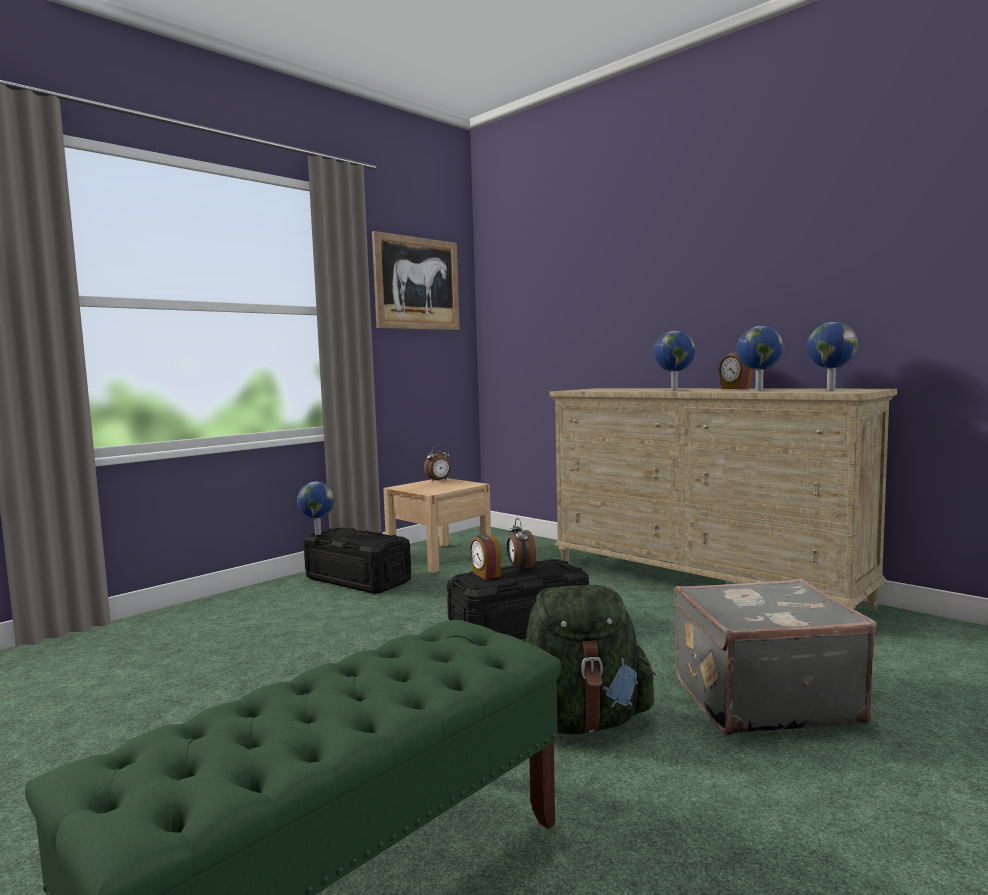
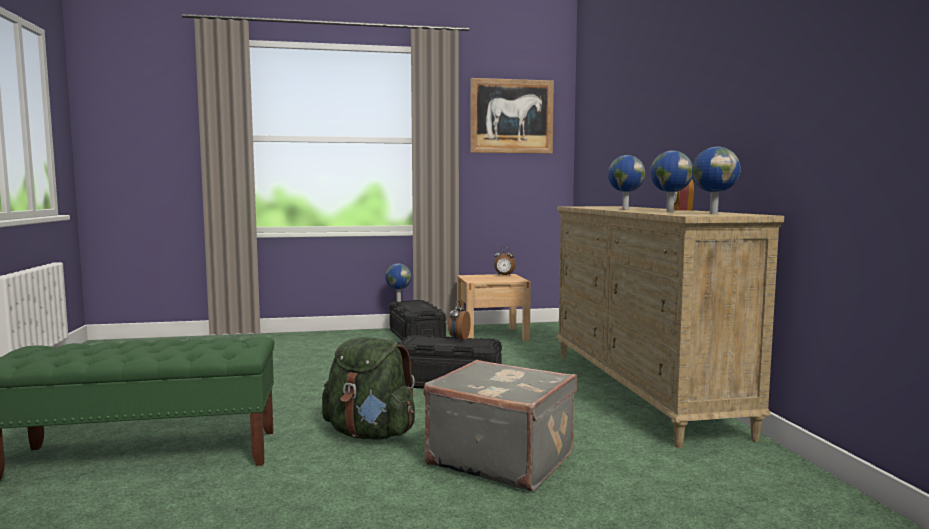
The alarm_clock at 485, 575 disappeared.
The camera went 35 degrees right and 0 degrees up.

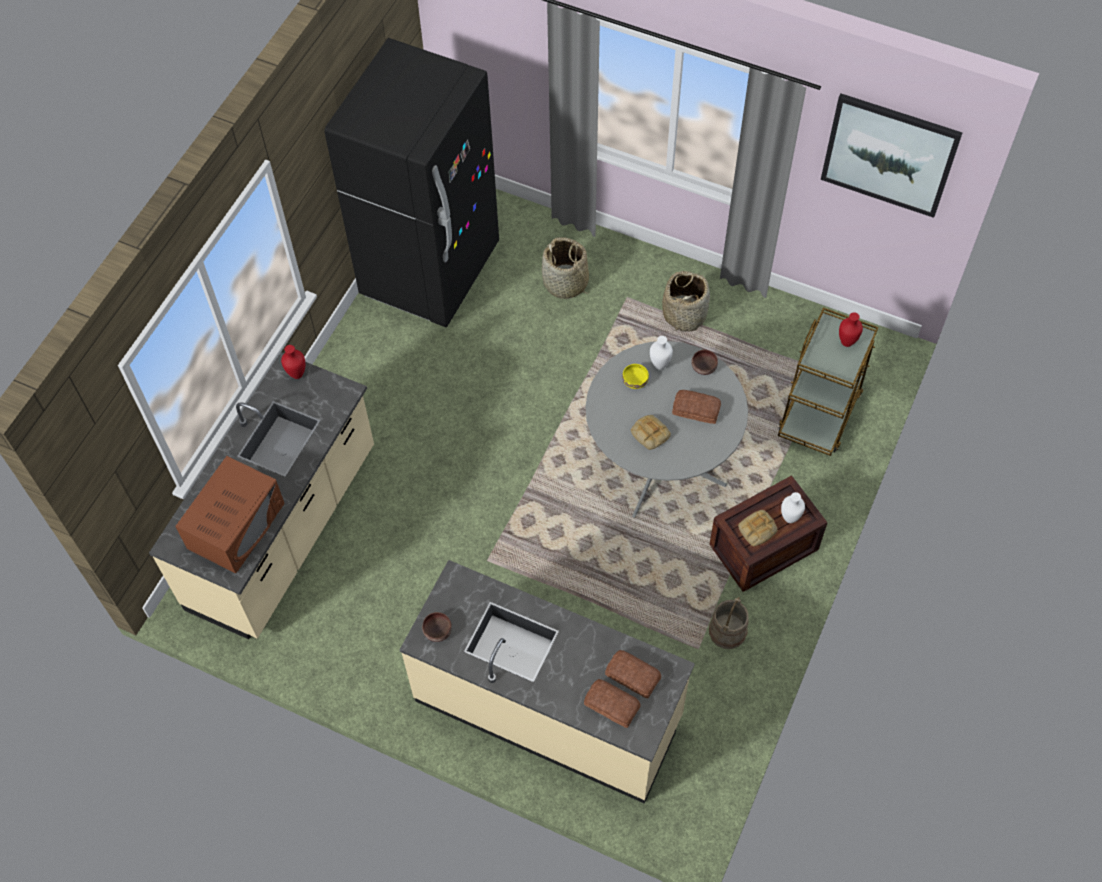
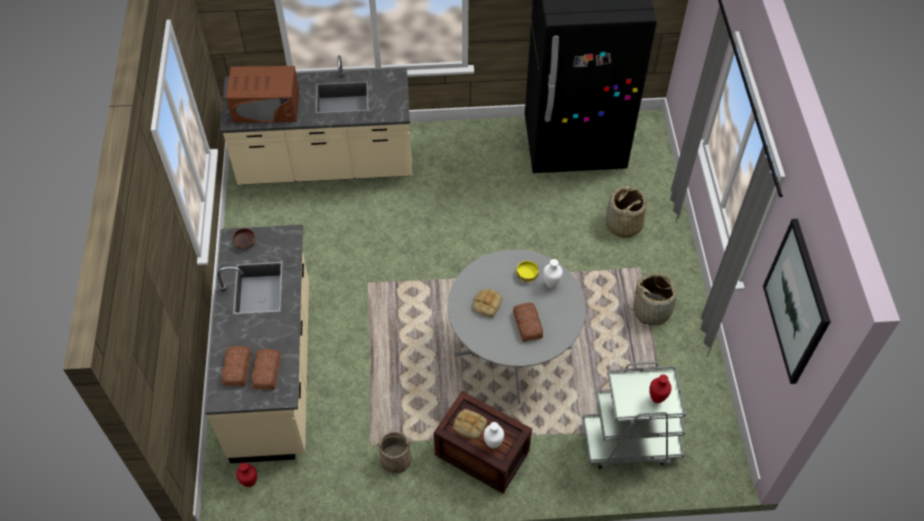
The red_vase moved from 298, 374 to 250, 483.
The brown_cart at 819, 411 became the grey_cart at 630, 442.
The brown_bowl at 704, 366 disappeared.
The camera went 60 degrees right and 5 degrees down.

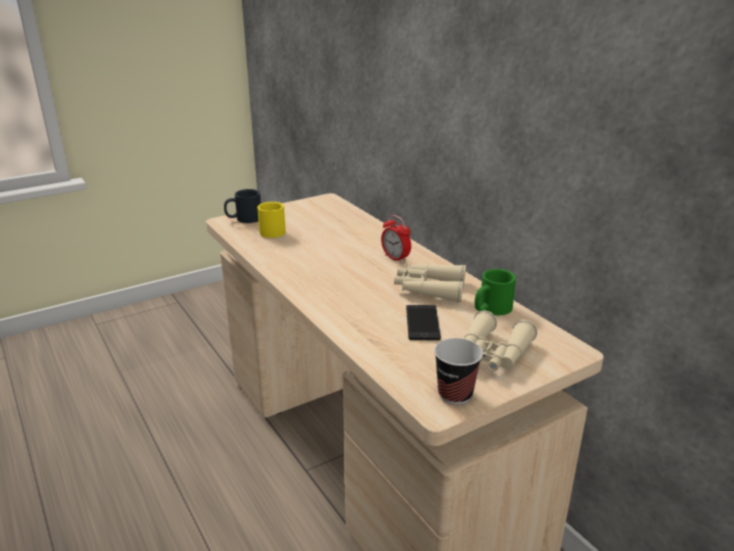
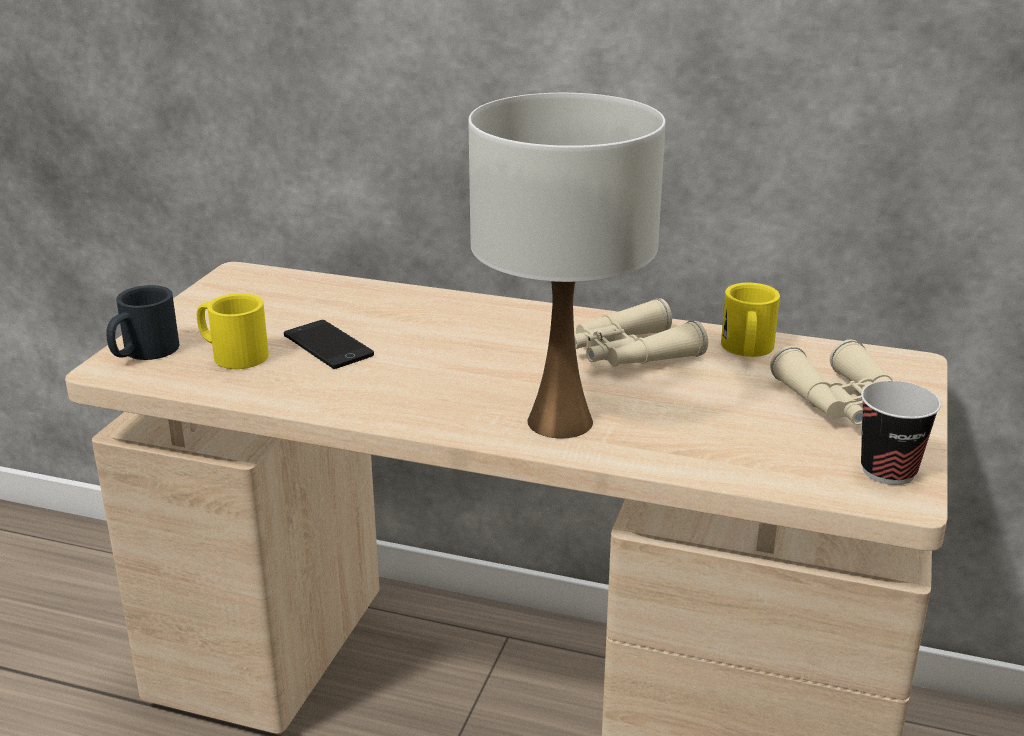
The phone moved from 422, 323 to 328, 345.
The white_table_lamp at 559, 421 appeared.
The green_mug at 490, 309 became the yellow_mug at 747, 350.
The alarm_clock at 395, 258 disappeared.
The camera went 40 degrees left and 0 degrees up.

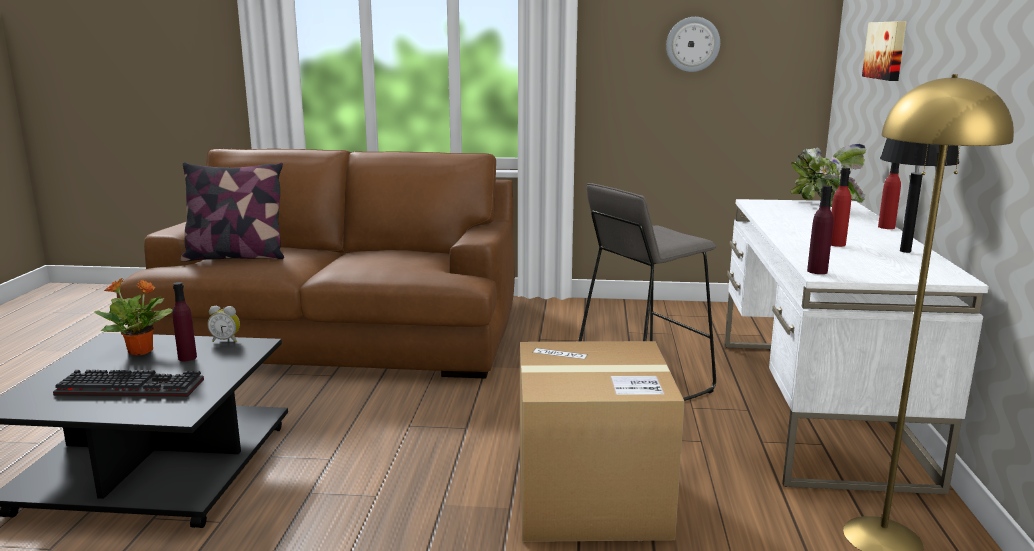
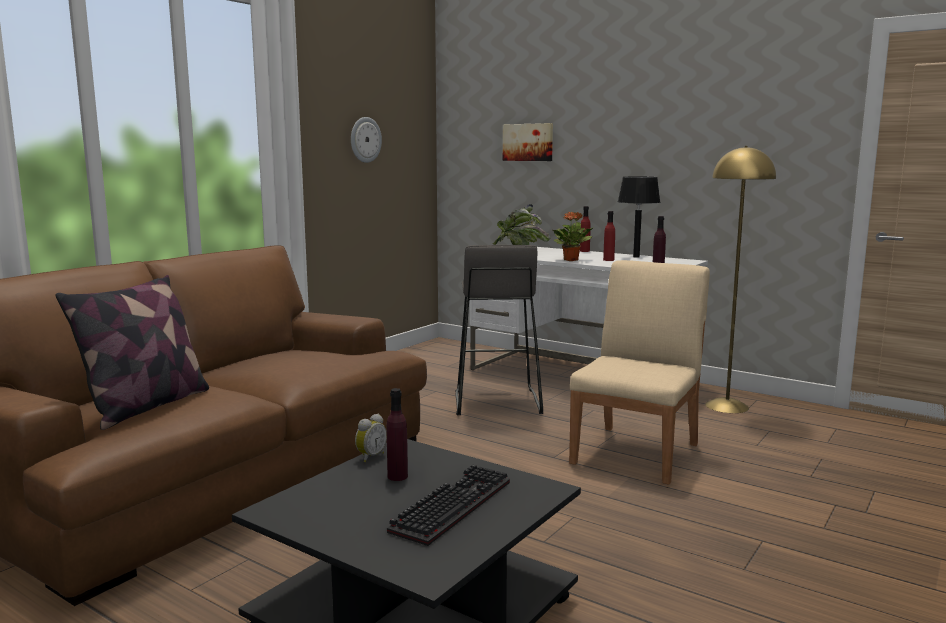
The potted_plant moved from 141, 351 to 571, 260.
The cardboard_box at 590, 498 was replaced by the beige_chair at 637, 453.
The camera went 60 degrees left and 5 degrees down.

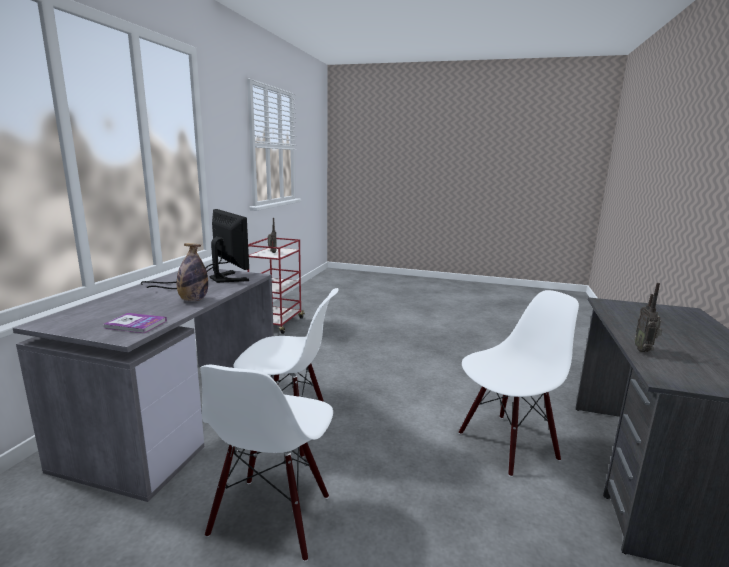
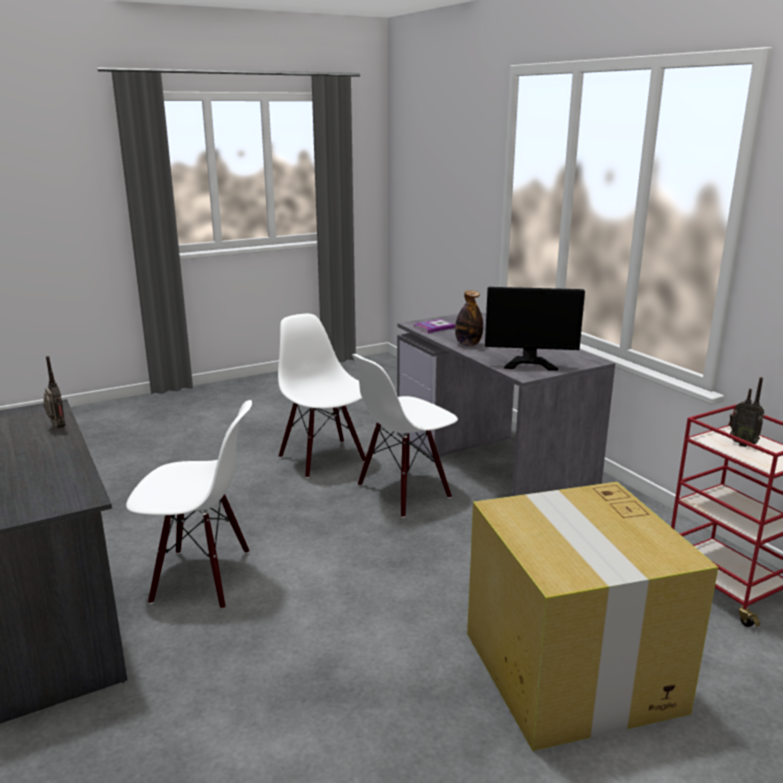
The white_chair at 507, 444 turned 105 degrees counterclockwise.
The cardboard_box at 572, 673 appeared.
The camera went 135 degrees right and 5 degrees up.

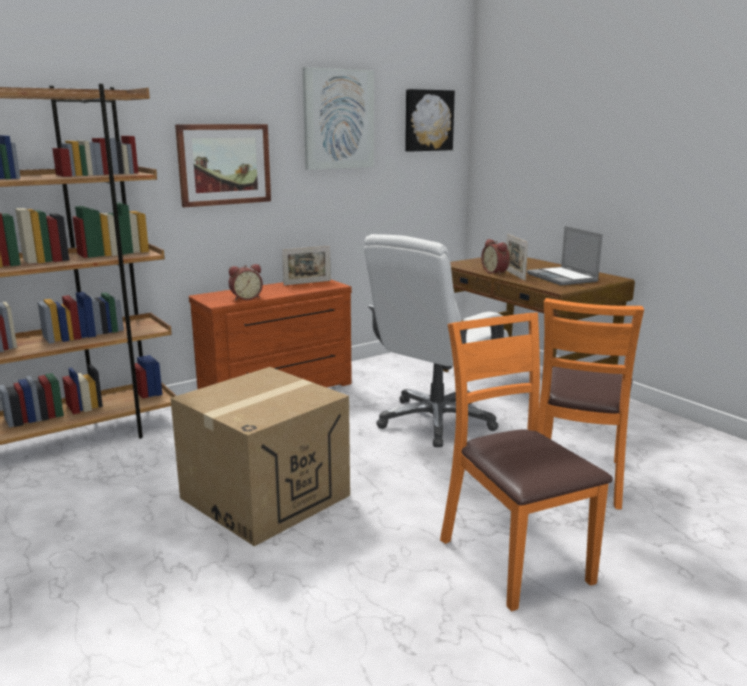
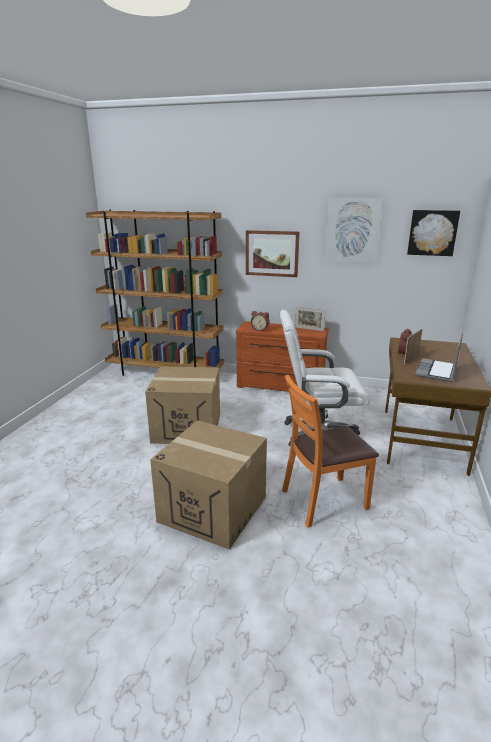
The orange_chair at 514, 559 was replaced by the cardboard_box at 213, 509.
The camera went 50 degrees right and 5 degrees up.

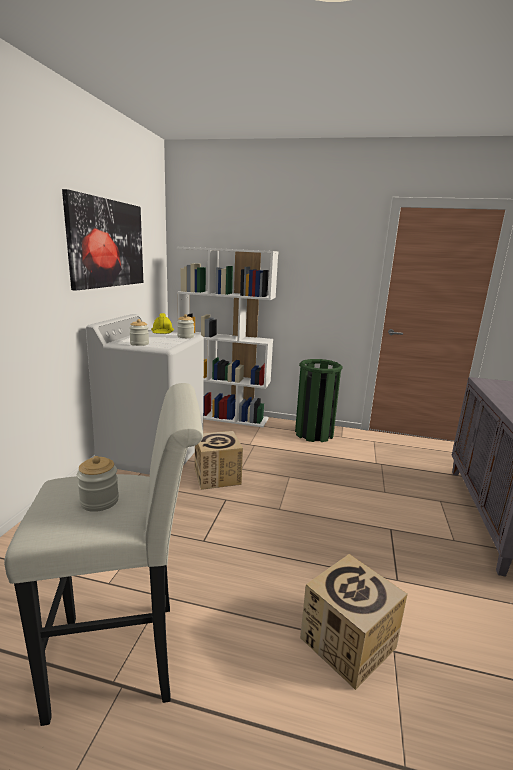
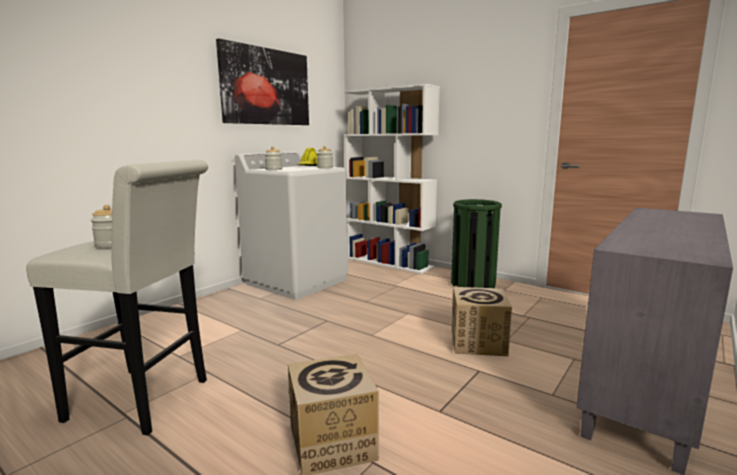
The cardboard_box moved from 217, 476 to 478, 342.
The camera went 25 degrees right and 5 degrees down.

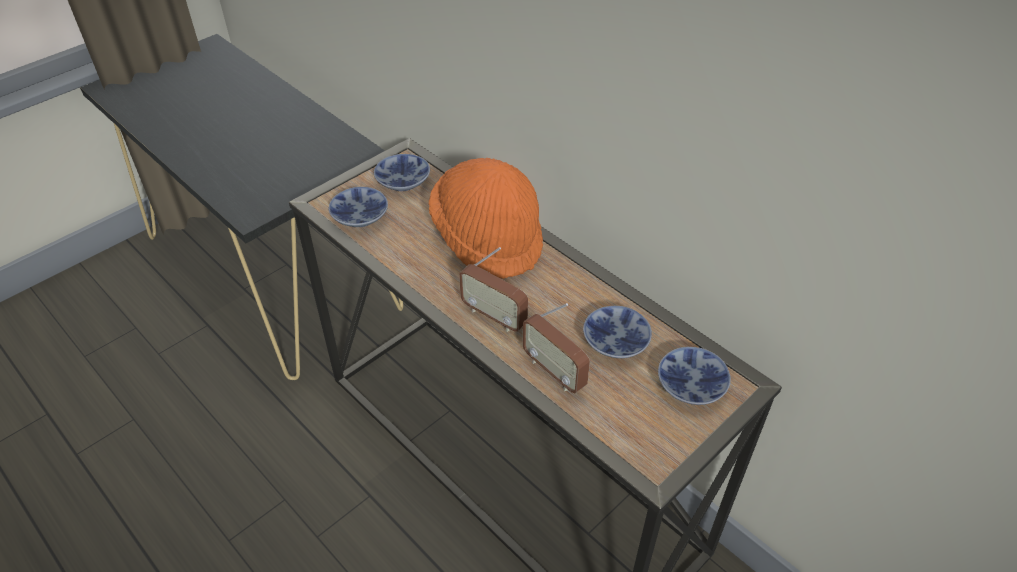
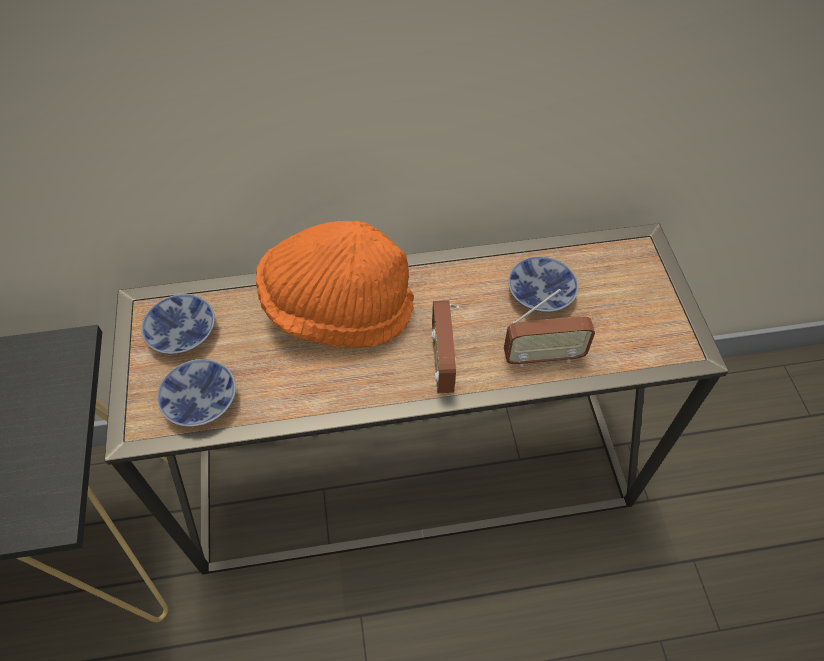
The radio at 494, 316 turned 105 degrees clockwise.
The bowl at 691, 383 disappeared.
The camera went 55 degrees left and 10 degrees up.

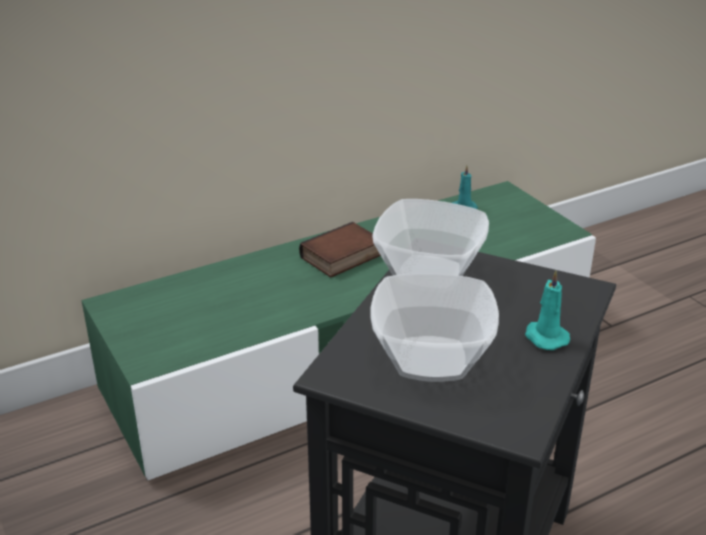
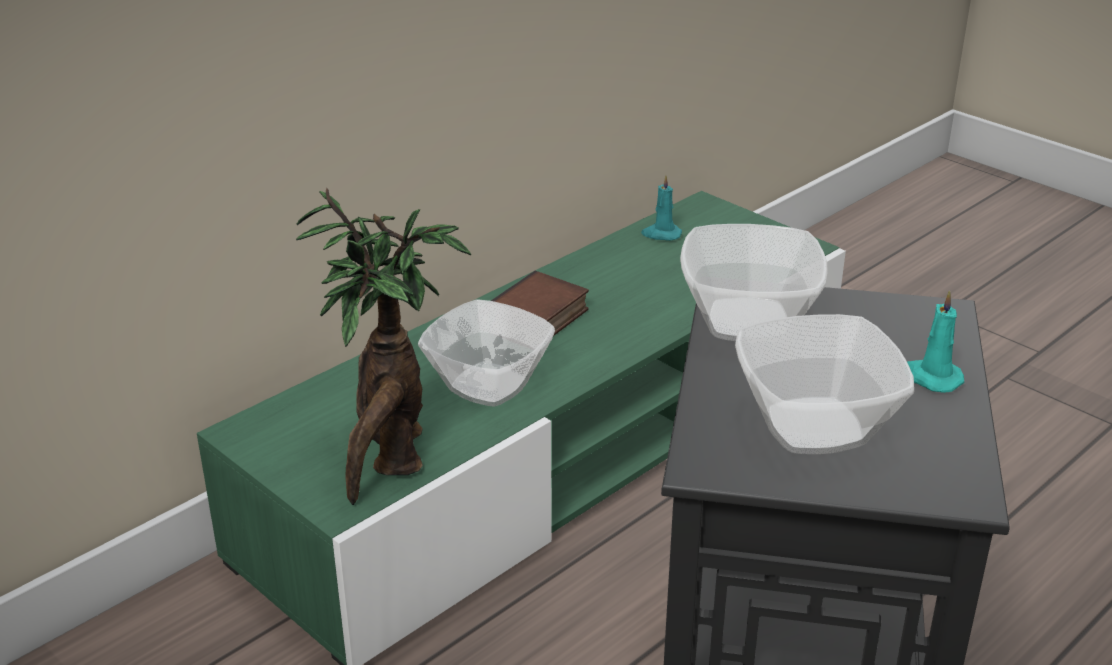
The potted_plant at 391, 460 appeared.
The bowl at 488, 384 appeared.
The camera went 15 degrees left and 0 degrees up.

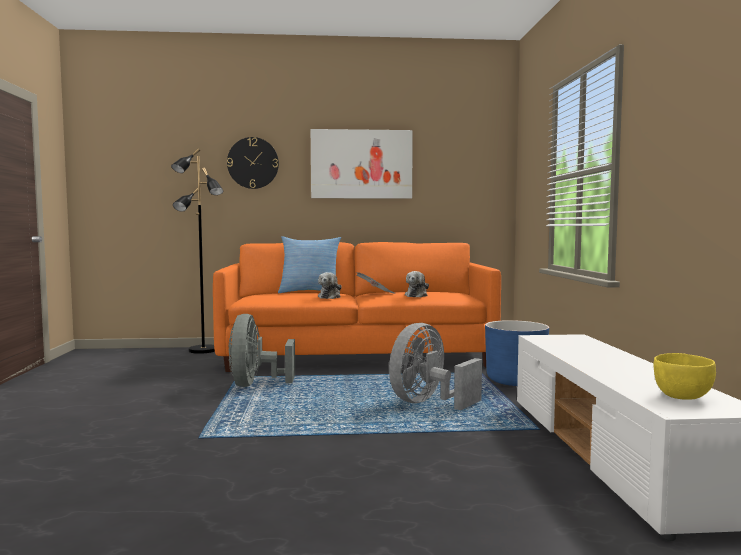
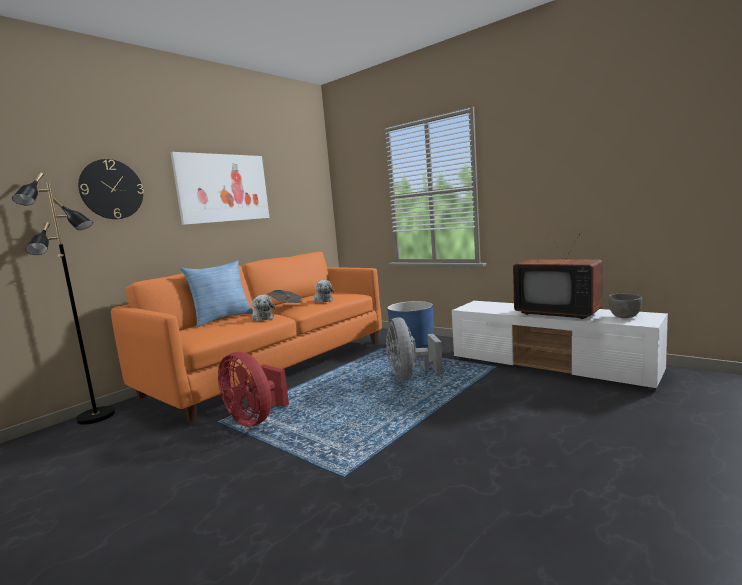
The grey_fan at 255, 384 became the red_fan at 255, 419.
The television at 558, 312 appeared.
The yellow_bowl at 682, 397 became the grey_bowl at 624, 316.
The camera went 45 degrees left and 5 degrees up.

